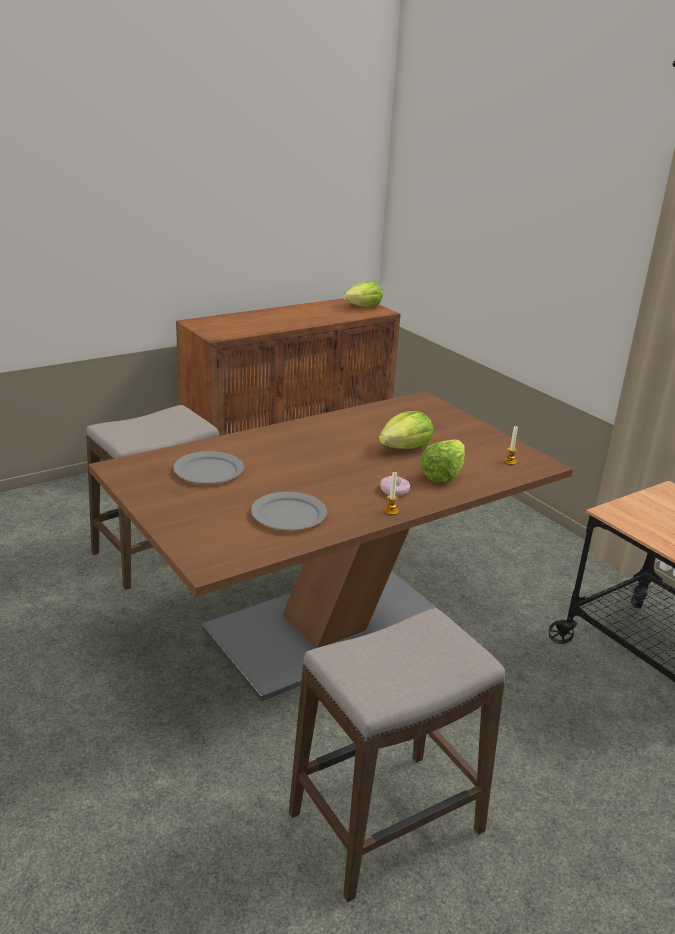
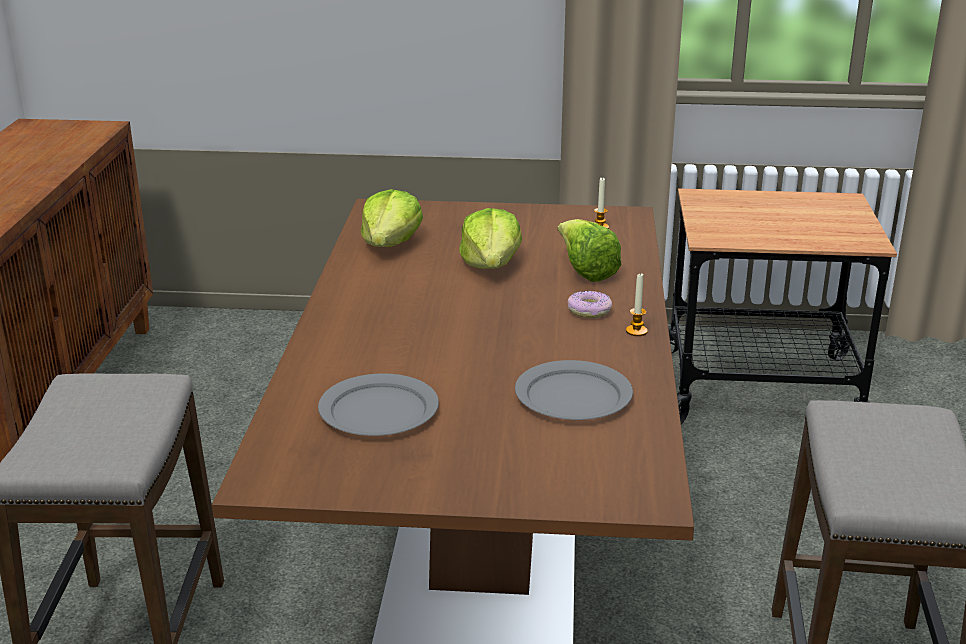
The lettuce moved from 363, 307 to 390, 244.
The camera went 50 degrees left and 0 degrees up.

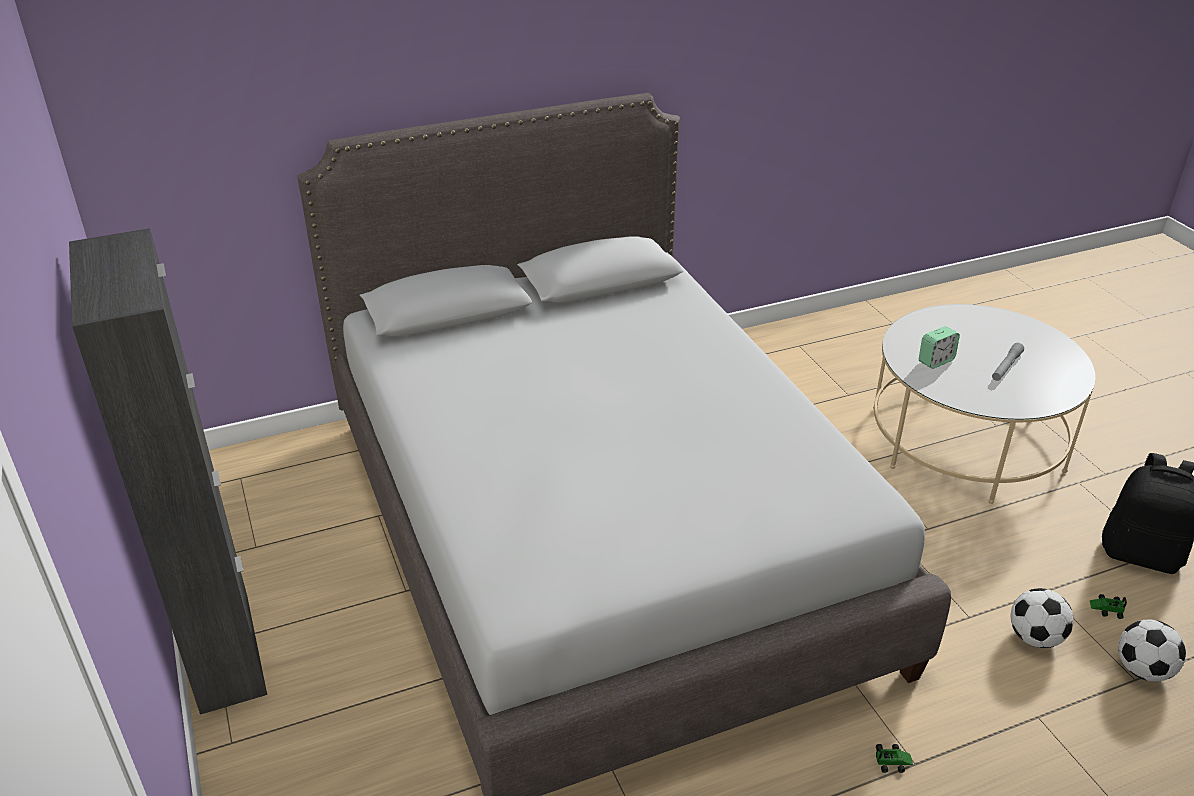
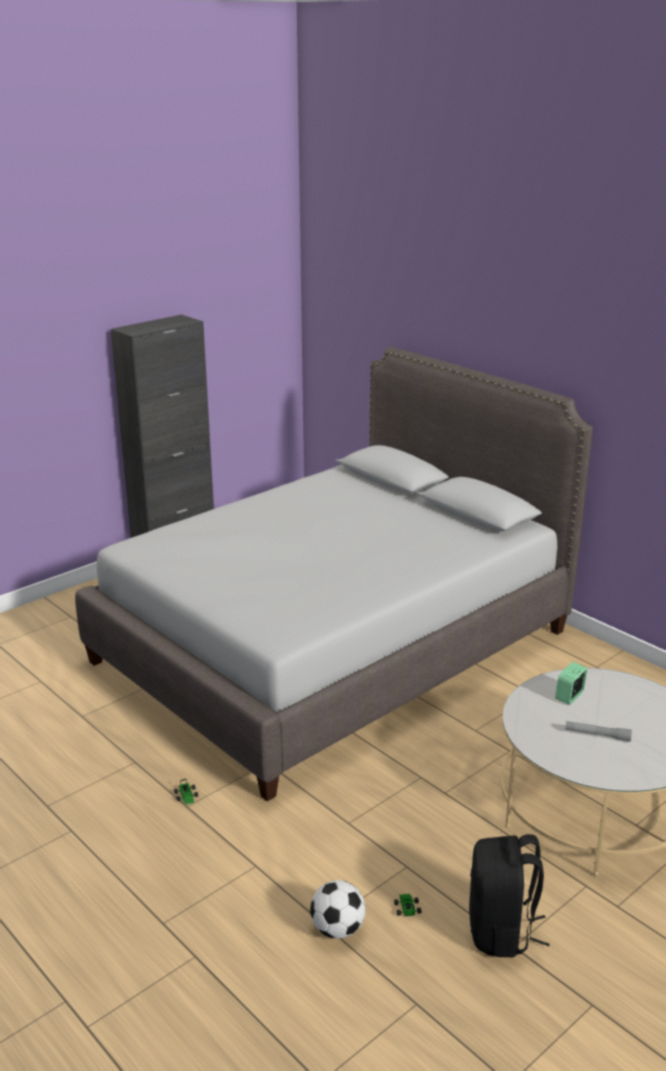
The alarm_clock at 935, 361 turned 90 degrees clockwise.
The football at 1035, 638 disappeared.
The camera went 70 degrees right and 10 degrees down.

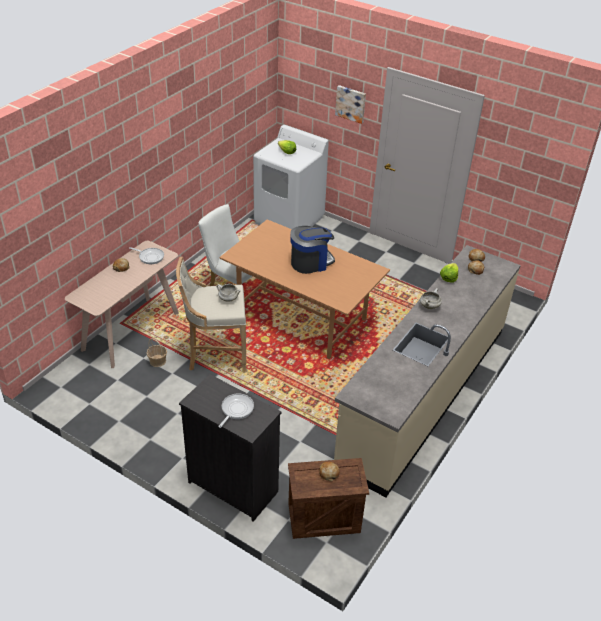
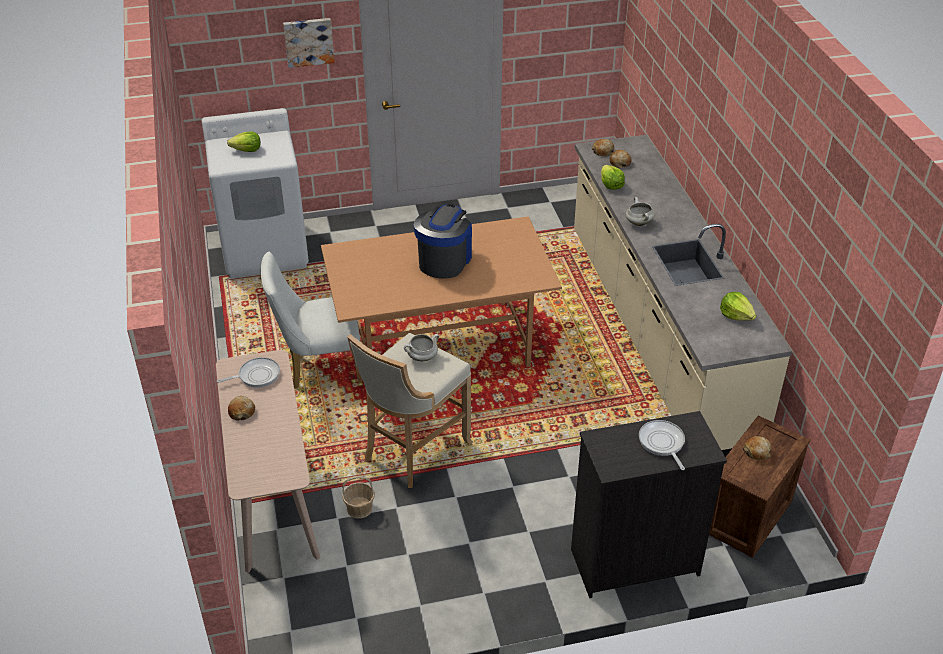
The lettuce at 736, 315 appeared.
The camera went 45 degrees left and 0 degrees up.

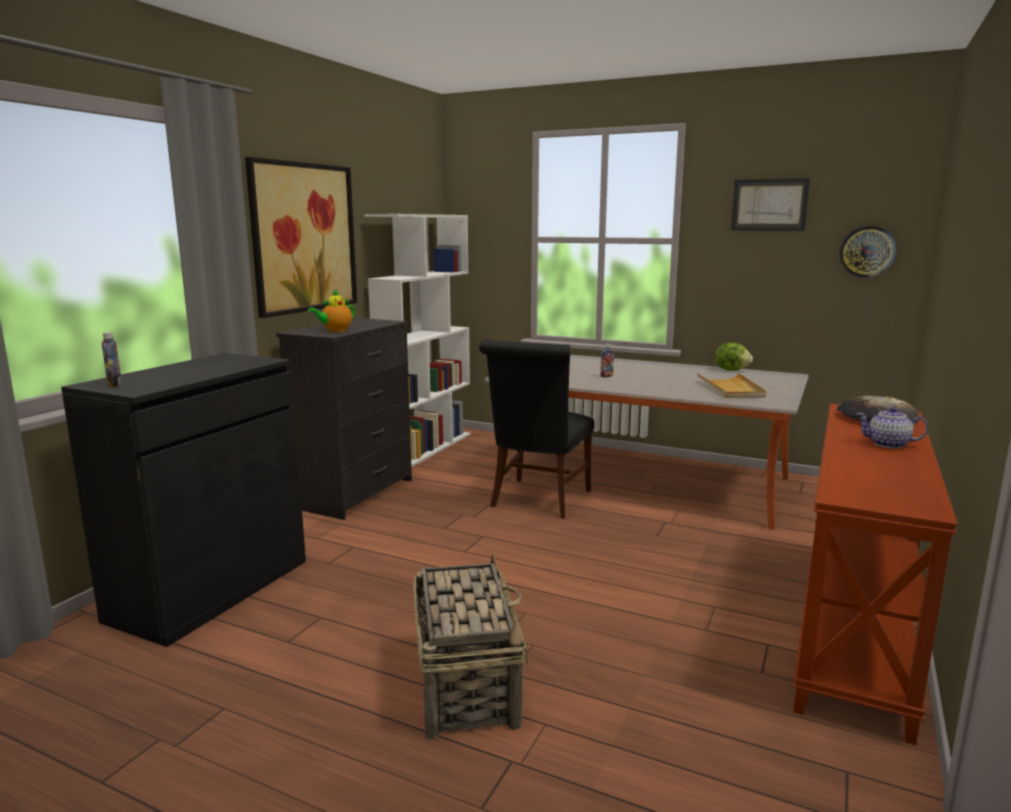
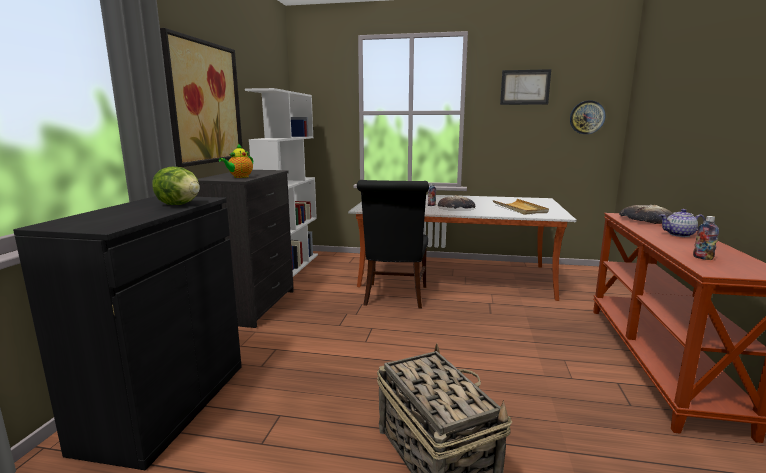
The lettuce moved from 732, 370 to 180, 204.
The bread at 456, 207 appeared.
The bottle moved from 114, 385 to 702, 258.
The camera went 15 degrees left and 0 degrees up.

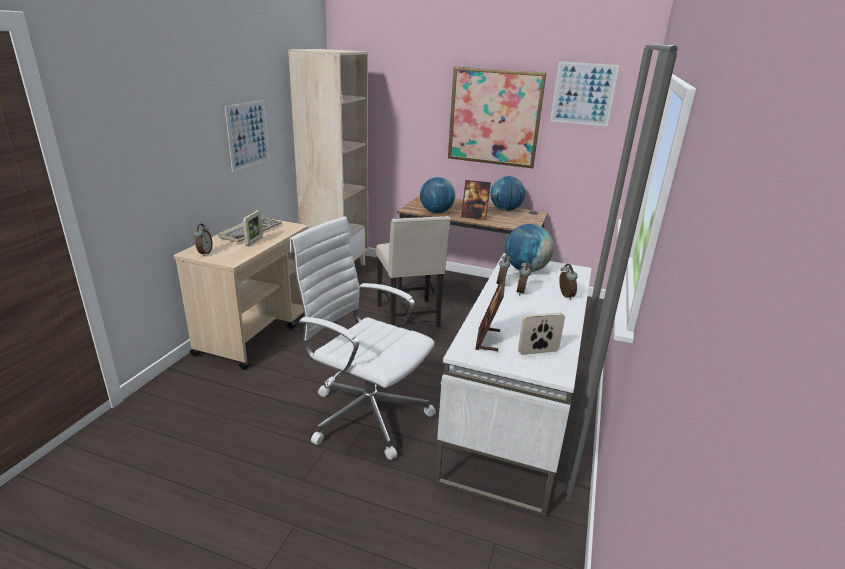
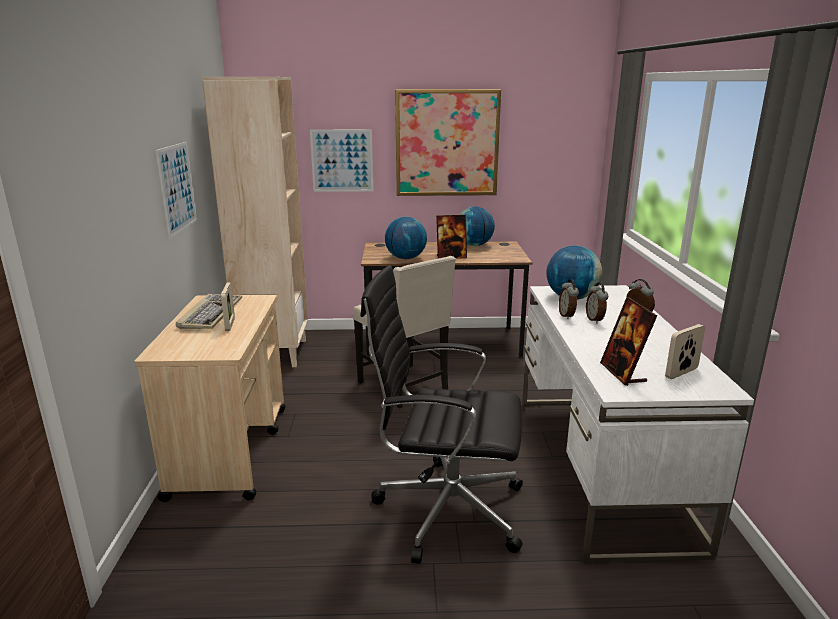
The picture moved from 583, 94 to 342, 160.
The white_office_chair at 366, 413 became the black_office_chair at 445, 509.
The alarm_clock at 204, 253 disappeared.
The camera went 20 degrees left and 5 degrees down.

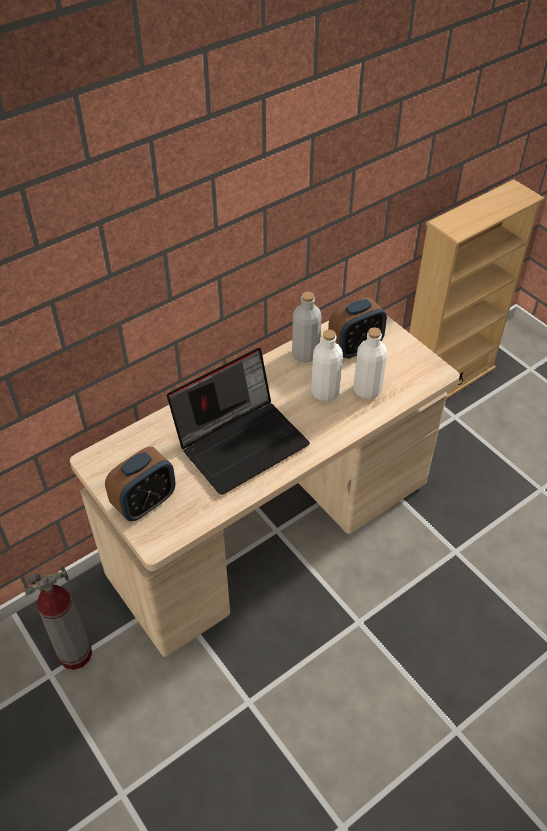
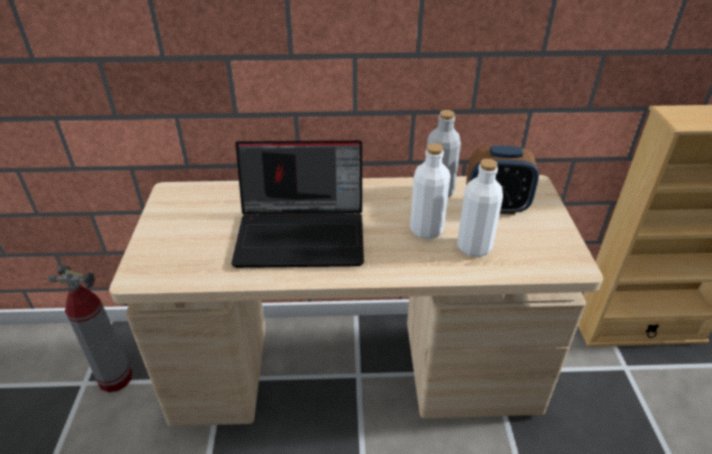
The alarm_clock at 145, 503 disappeared.
The camera went 35 degrees right and 10 degrees down.

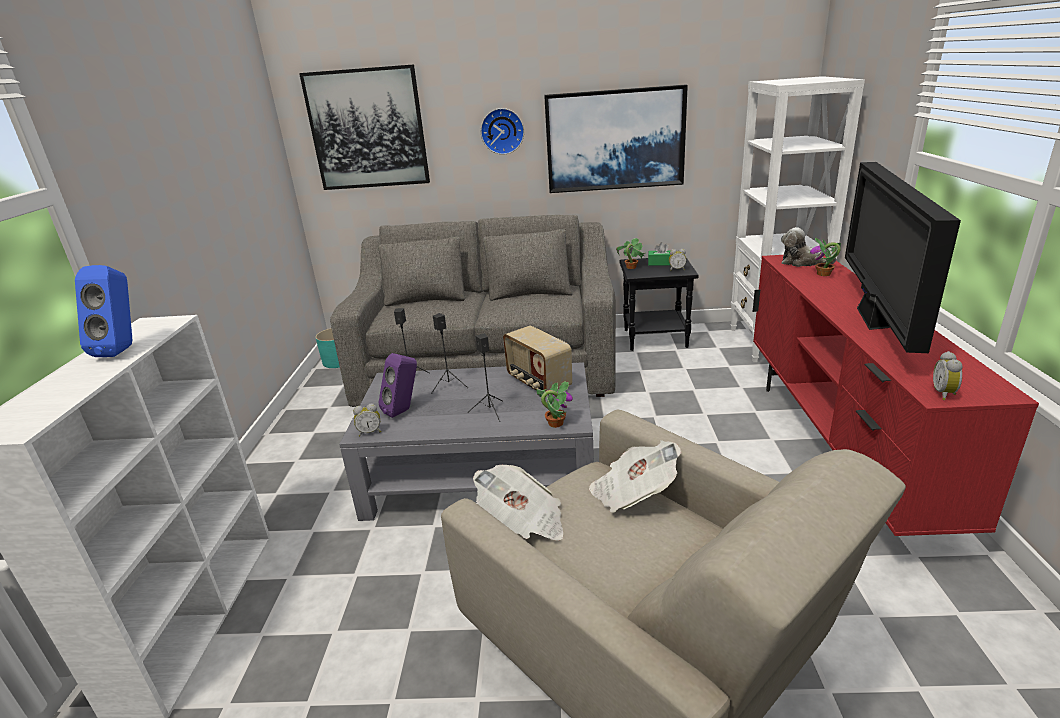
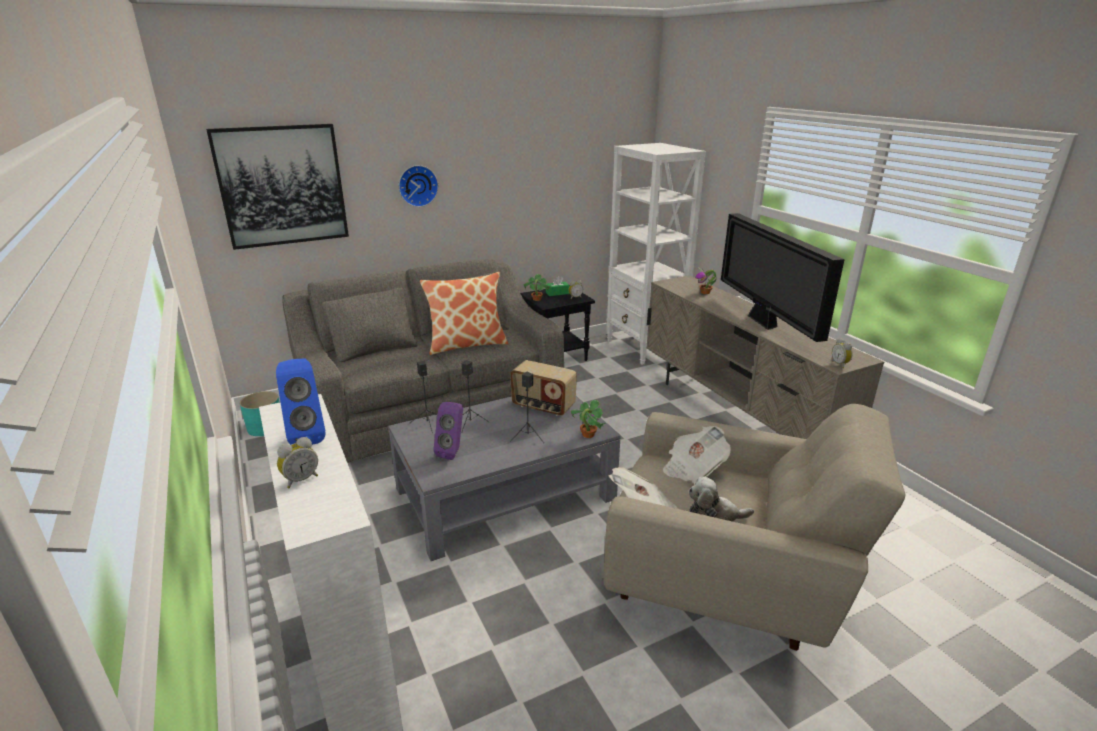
The alarm_clock moved from 370, 432 to 300, 479.
The pillow at 467, 344 appeared.
The red_tv_stand at 837, 448 became the beige_tv_stand at 736, 415.
The plush_toy moved from 802, 262 to 714, 516.
The picture at 615, 140 disappeared.
The camera went 30 degrees left and 0 degrees up.

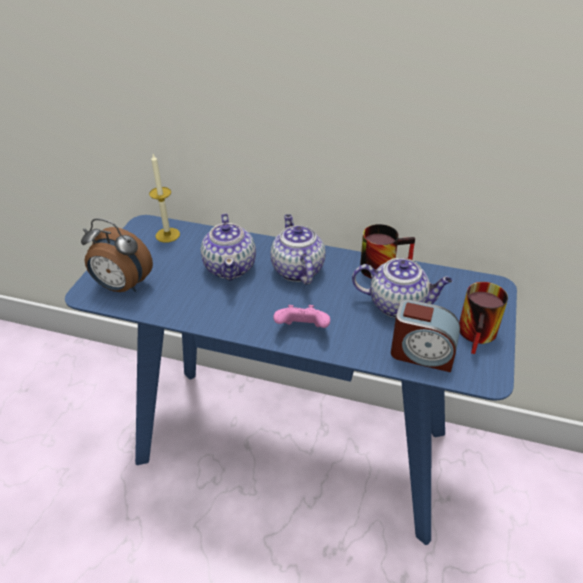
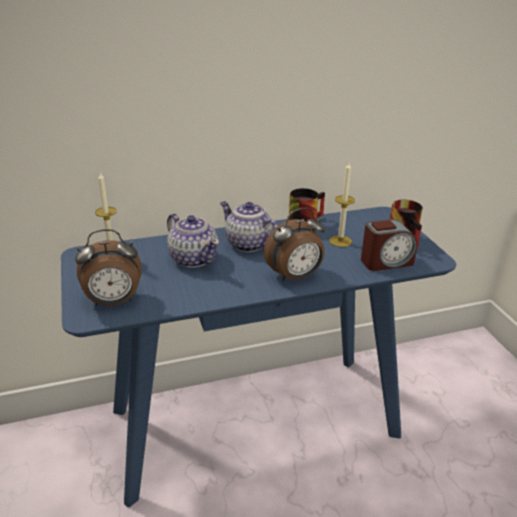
The pink_game_controller at 302, 329 was replaced by the alarm_clock at 295, 277.
The teapot at 398, 305 was replaced by the candle at 340, 241.
The camera went 35 degrees left and 10 degrees down.

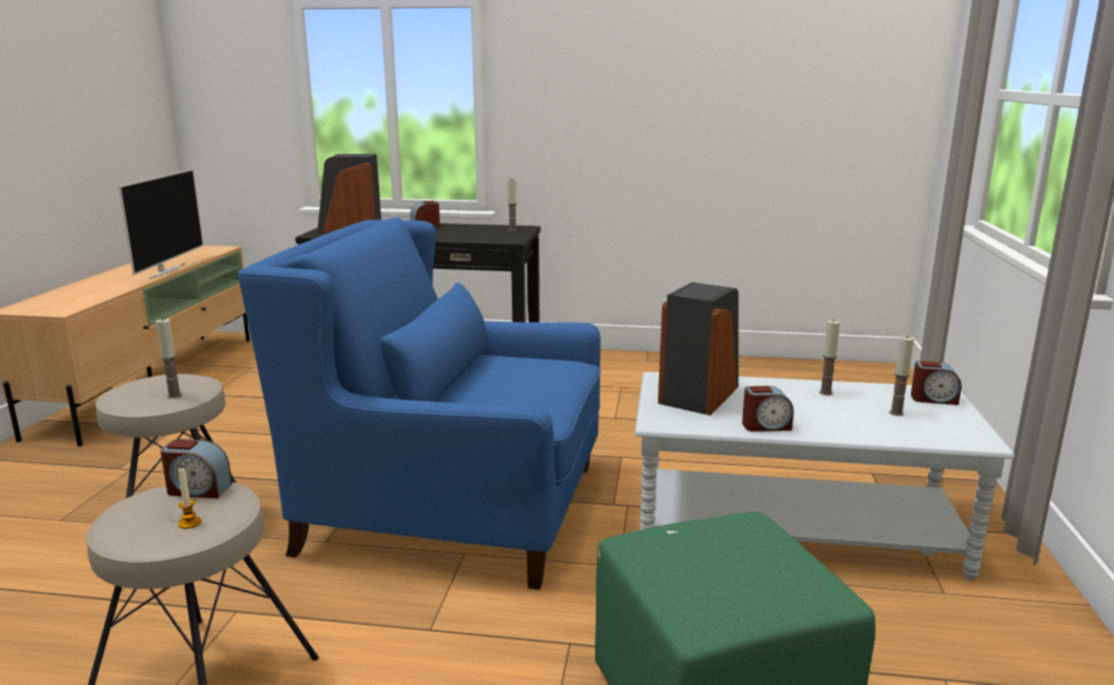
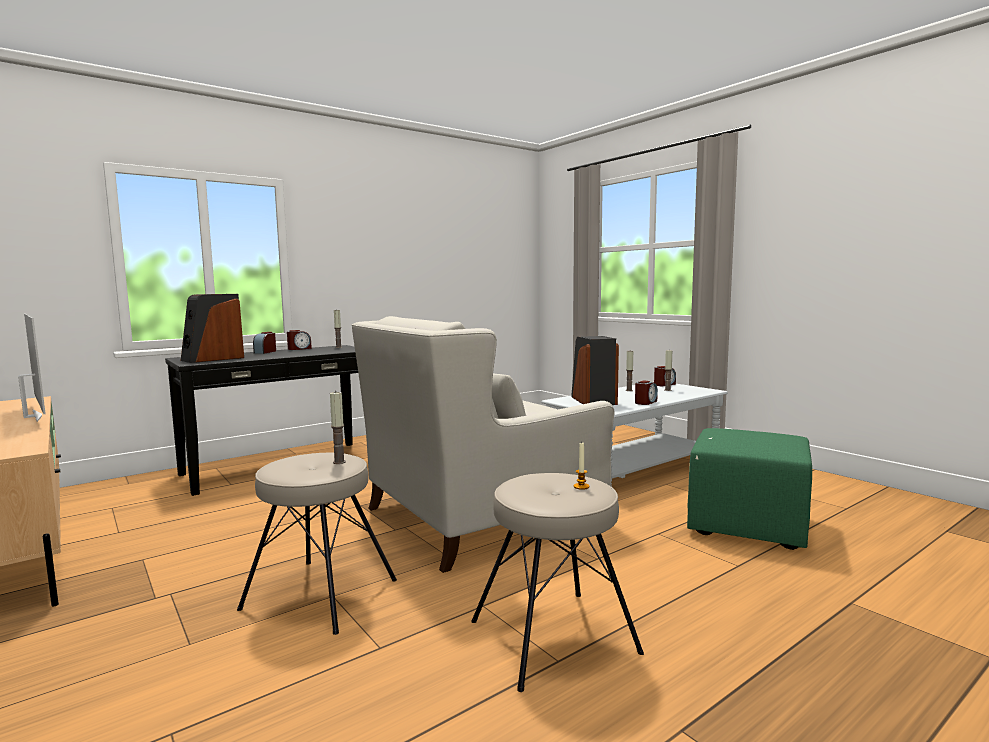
The alarm_clock moved from 198, 490 to 299, 349.
The blue_armchair at 453, 508 became the white_armchair at 481, 515.
The camera went 45 degrees left and 10 degrees down.

